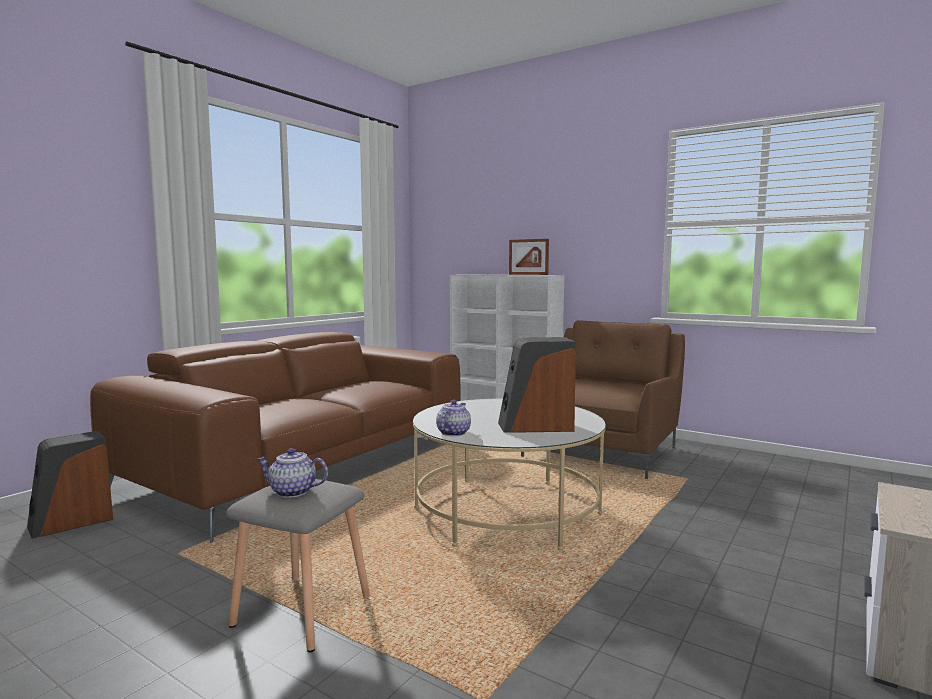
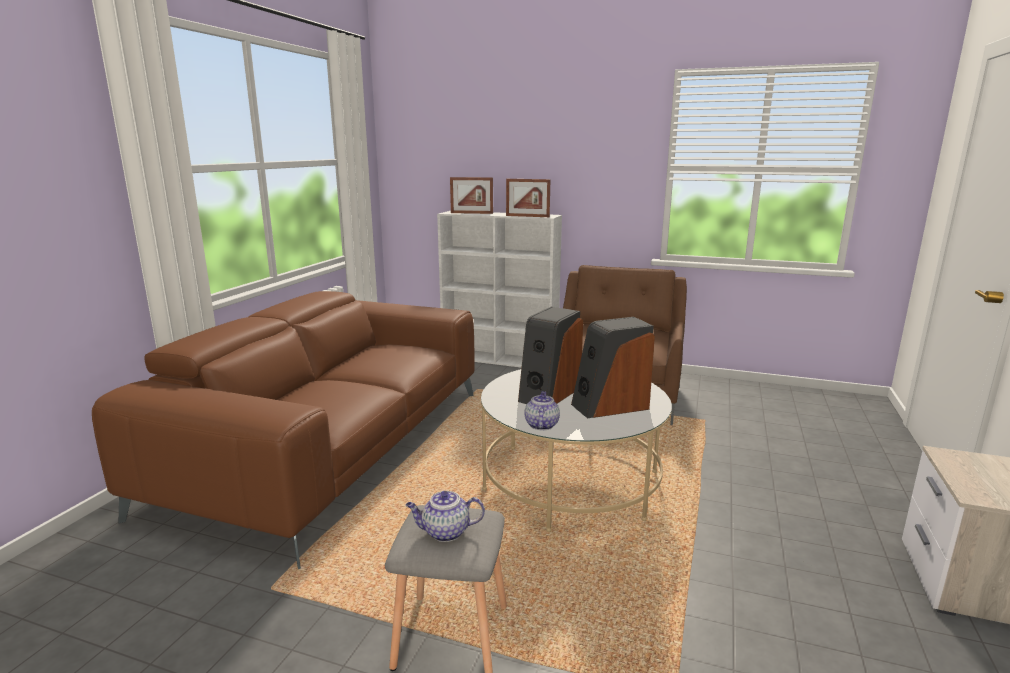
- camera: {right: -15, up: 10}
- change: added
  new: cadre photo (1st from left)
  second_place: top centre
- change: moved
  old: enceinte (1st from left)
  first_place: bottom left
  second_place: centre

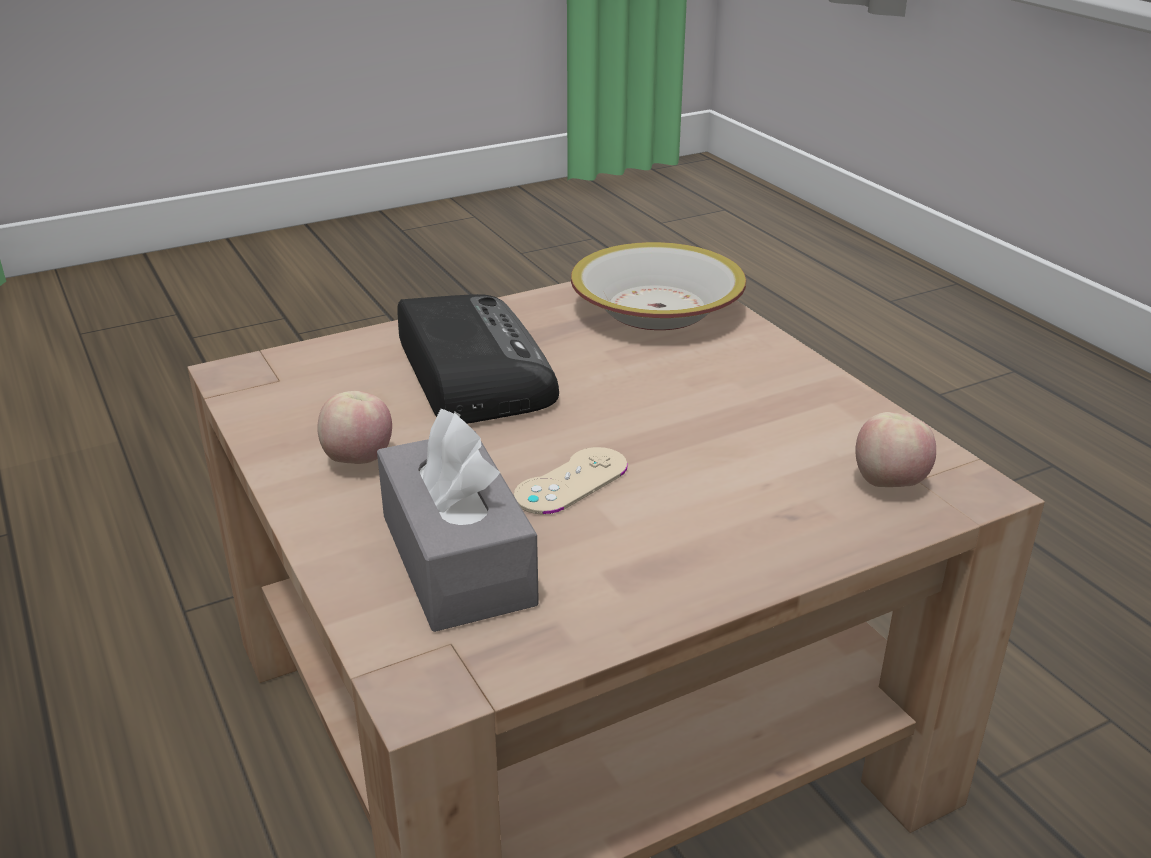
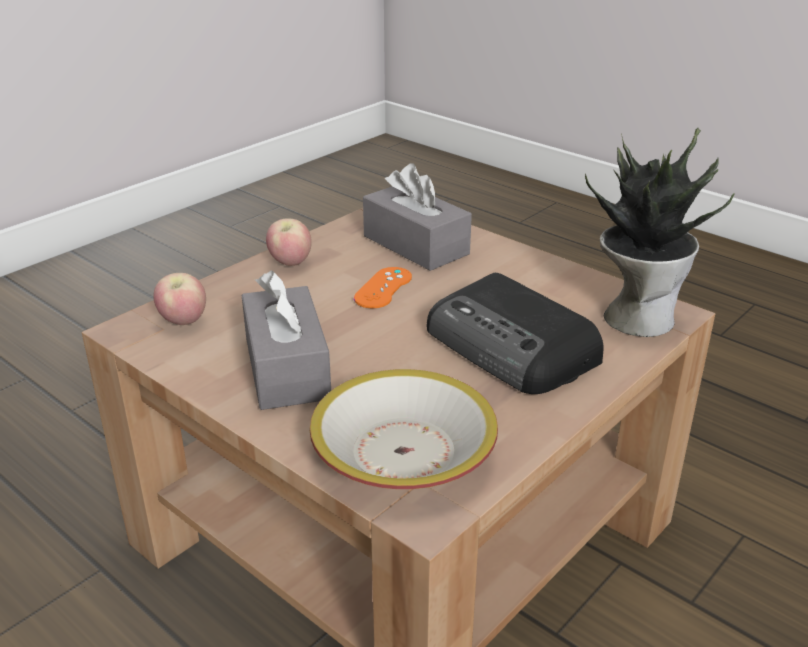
- camera: {right: 160, up: 0}
- change: added
  new: boîte à mouchoirs (gris) (1st from left)
  second_place: centre
- change: moved
  old: pomme (1st from left in the first image)
  new: pomme (2nd from left)
  first_place: middle left
  second_place: centre
- change: recoloured
  old: manette (beige)
  new: manette (orange)
  first_place: centre
  second_place: centre
- change: added
  new: plante en pot
  second_place: middle right

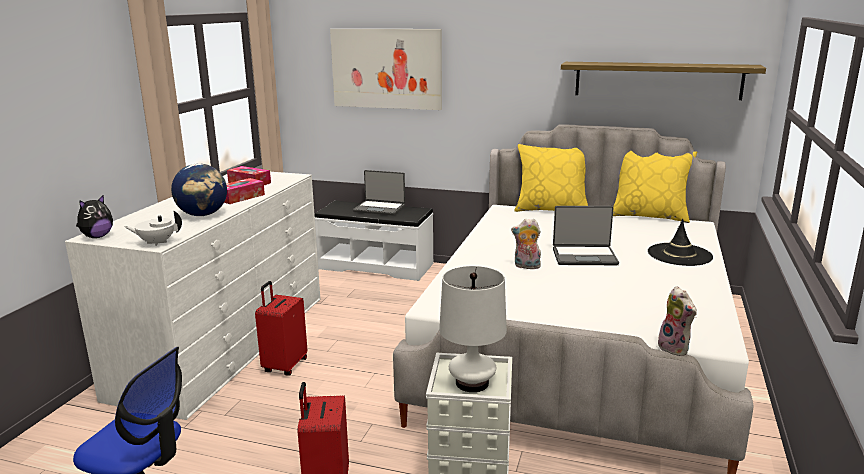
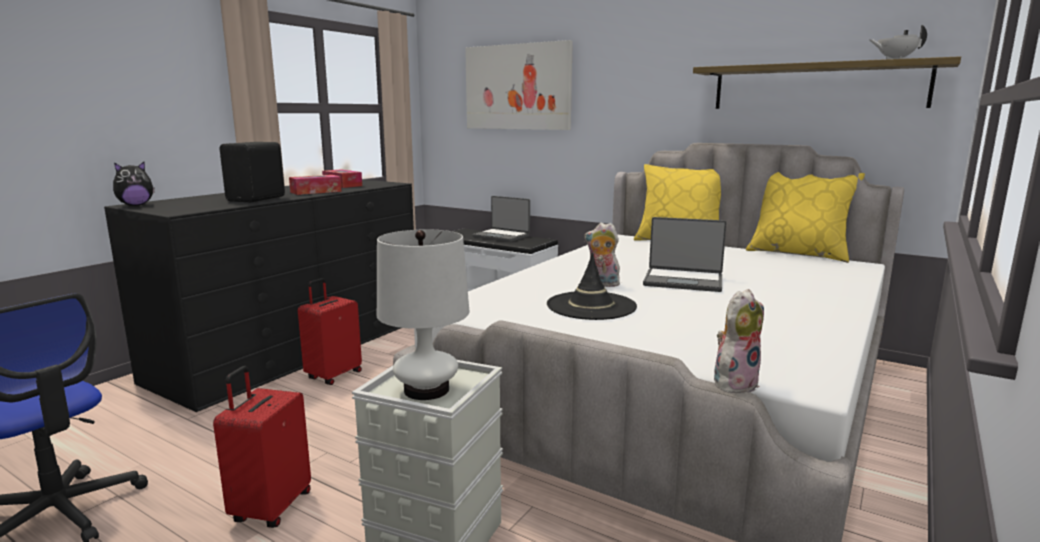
- camera: {right: 15, up: -5}
- change: recoloured
  old: commode (blanc)
  new: commode (noir)
  first_place: middle left
  second_place: middle left
- change: replaced
  old: globe
  new: enceinte (noir)
  first_place: middle left
  second_place: top left
- change: moved
  old: chapeau (noir)
  first_place: middle right
  second_place: centre
- change: turned
  old: peluche (3rd from left)
  first_place: bottom right
  second_place: middle right
  degrees: -120
- change: moved
  old: théière (blanc)
  first_place: middle left
  second_place: top right

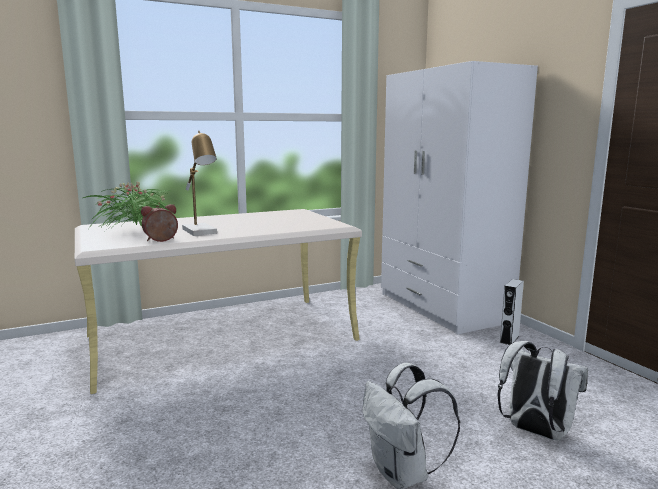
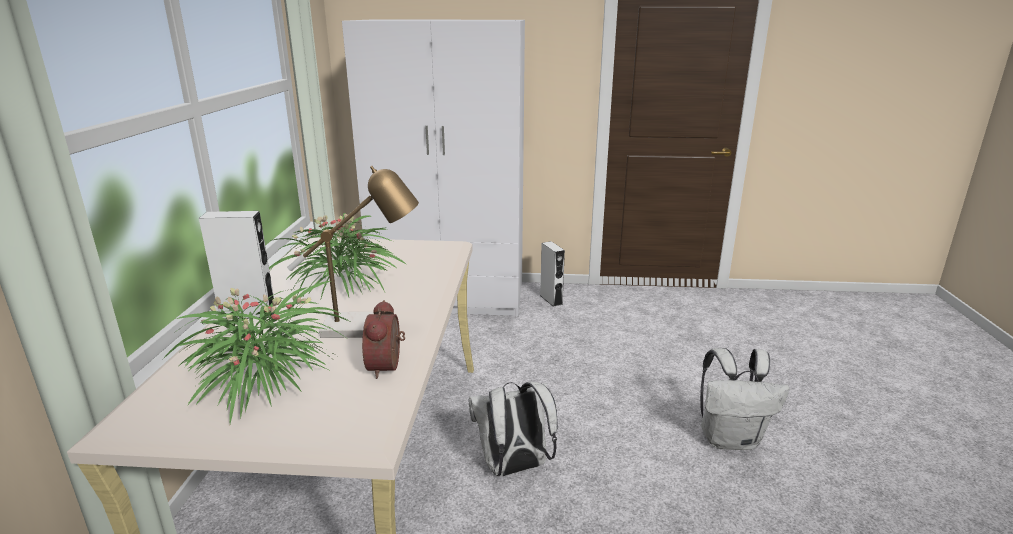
- camera: {right: -60, up: 10}
- change: added
  new: enceinte (blanc) (1st from left)
  second_place: middle left
- change: added
  new: plante en pot (2nd from left)
  second_place: middle left
- change: moved
  old: sac à dos (blanc) (2nd from left in the first image)
  new: sac à dos (blanc) (1st from left)
  first_place: bottom right
  second_place: bottom centre

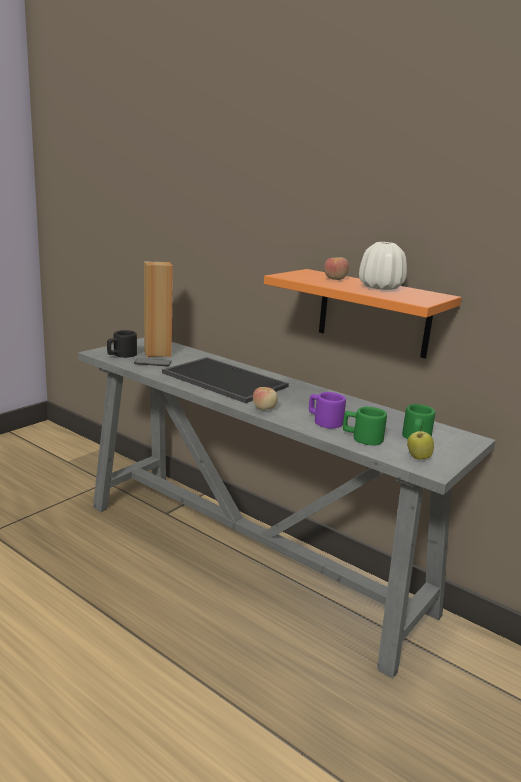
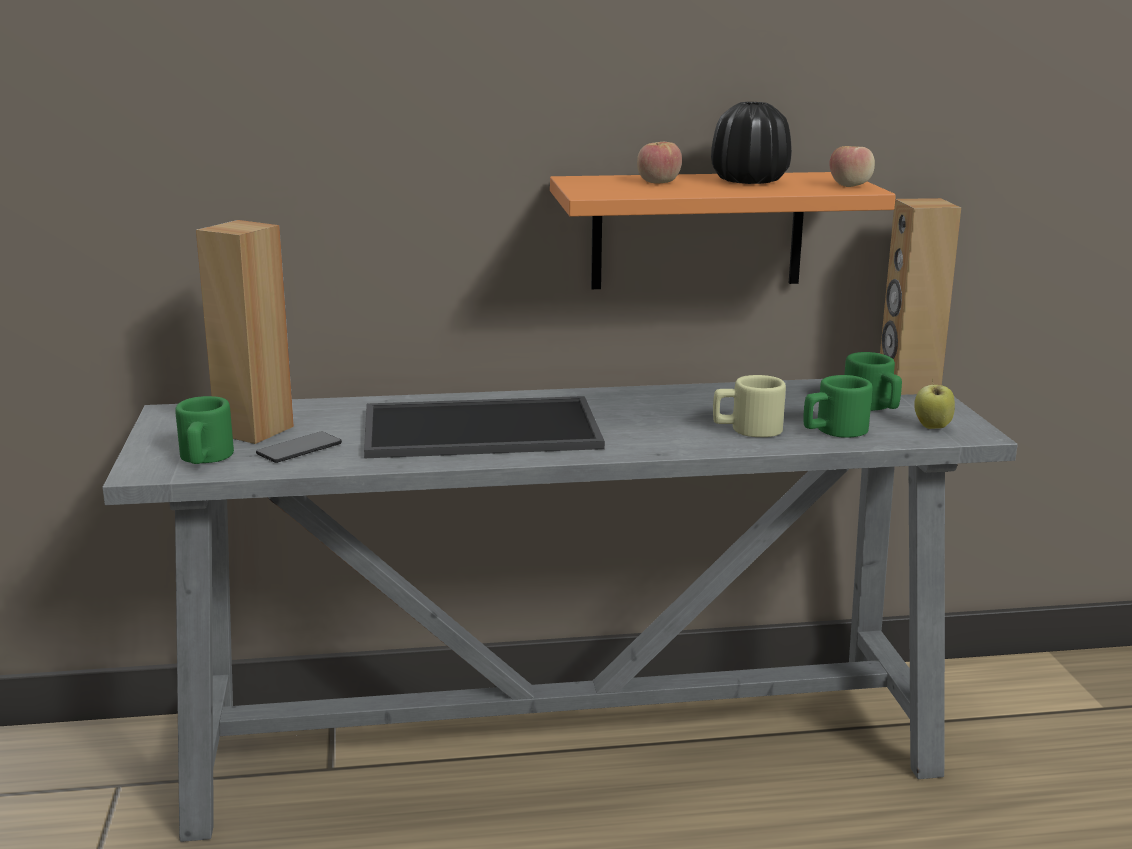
- camera: {right: -45, up: 0}
- change: recoloured
  old: mug (noir)
  new: mug (vert) (1st from left)
  first_place: middle left
  second_place: middle left
- change: recoloured
  old: vase (blanc)
  new: vase (noir)
  first_place: middle right
  second_place: top centre
- change: recoloured
  old: mug (violet)
  new: mug (beige)
  first_place: centre
  second_place: centre
- change: moved
  old: pomme (1st from left in the first image)
  new: pomme (2nd from left)
  first_place: centre
  second_place: top right
- change: added
  new: enceinte (marron) (2nd from left)
  second_place: middle right

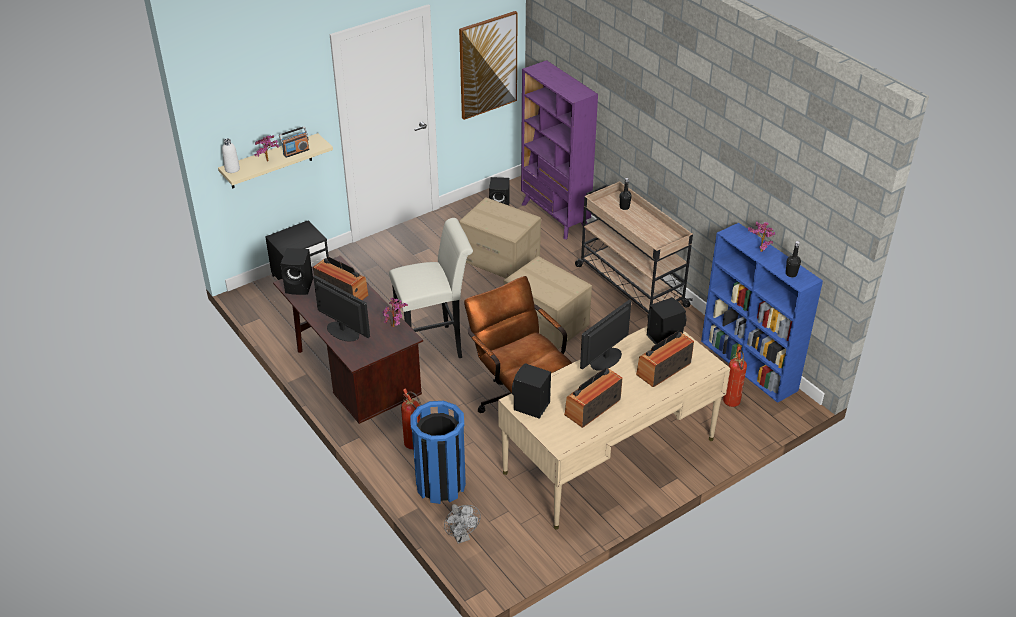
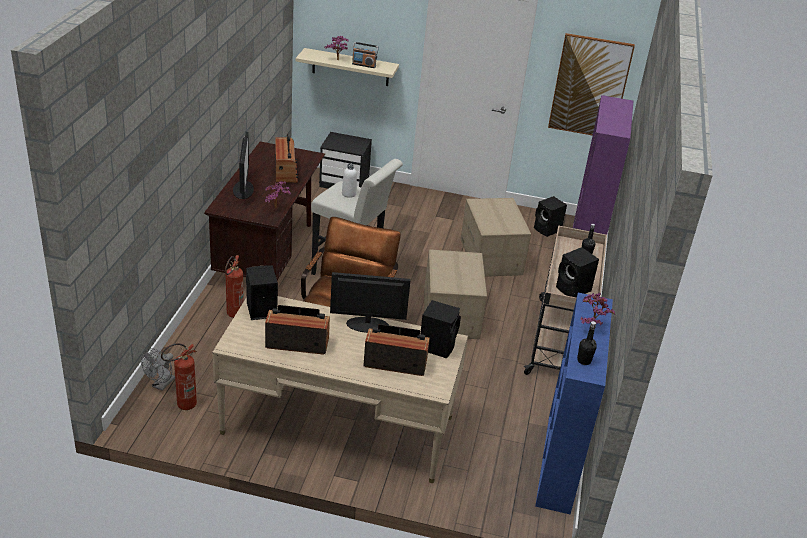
- camera: {right: 45, up: -5}
- change: moved
  old: extincteur (2nd from left in the first image)
  new: extincteur (1st from left)
  first_place: middle right
  second_place: bottom left
- change: moved
  old: bouteille (blanc)
  first_place: top left
  second_place: centre
- change: moved
  old: enceinte (noir) (1st from left in the first image)
  new: enceinte (noir) (4th from left)
  first_place: middle left
  second_place: middle right
- change: removed
  old: poubelle (bleu)
  first_place: bottom centre

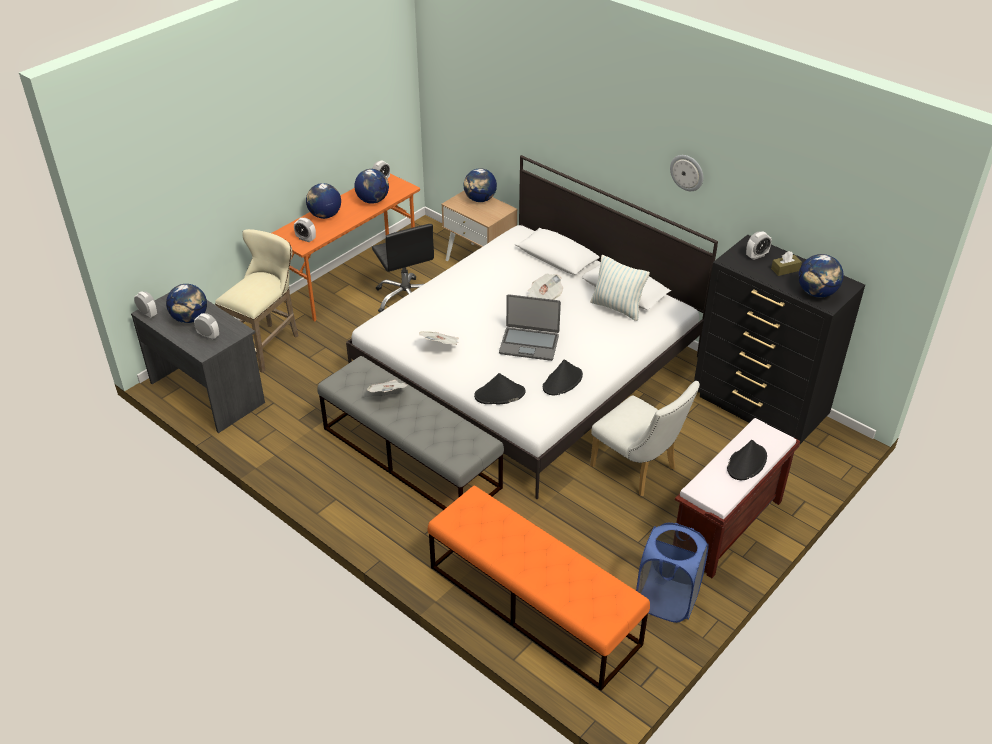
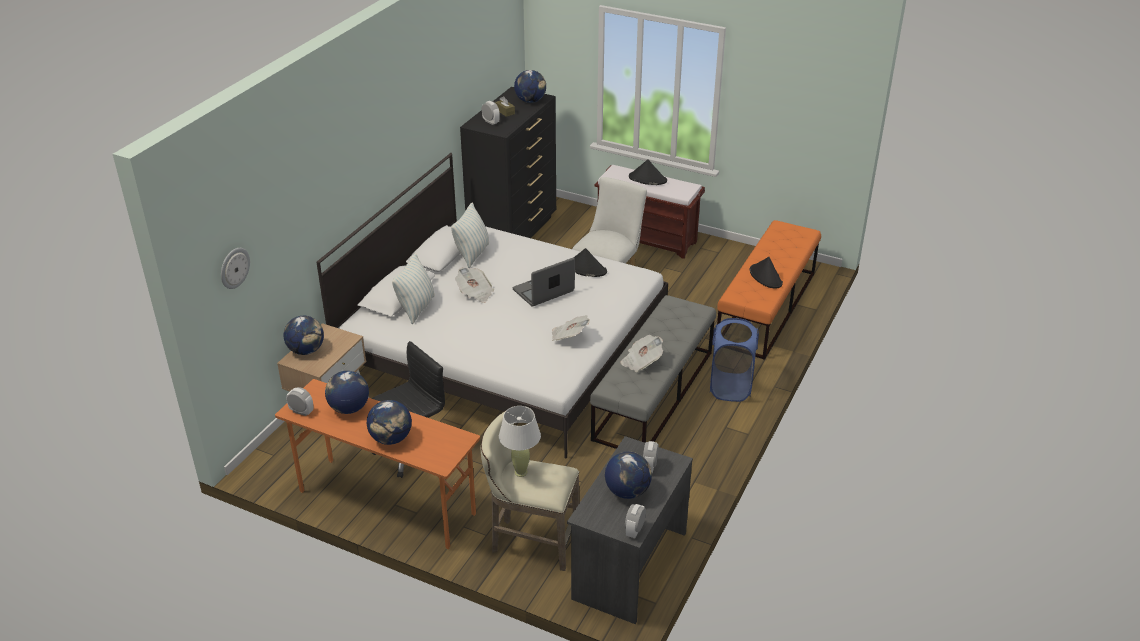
- camera: {right: -105, up: -5}
- change: moved
  old: horloge murale
  first_place: top right
  second_place: middle left
- change: added
  new: coussin (1st from left)
  second_place: centre
- change: added
  new: lampe de table (blanc)
  second_place: bottom centre
- change: turned
  old: ordinateur portable
  first_place: centre
  second_place: centre
  degrees: -120
- change: moved
  old: panier à linge (bleu)
  first_place: bottom right
  second_place: centre
- change: moved
  old: chapeau (noir) (1st from left in the first image)
  new: chapeau (noir) (3rd from left)
  first_place: centre
  second_place: middle right
- change: removed
  old: réveil (3rd from left)
  first_place: top left

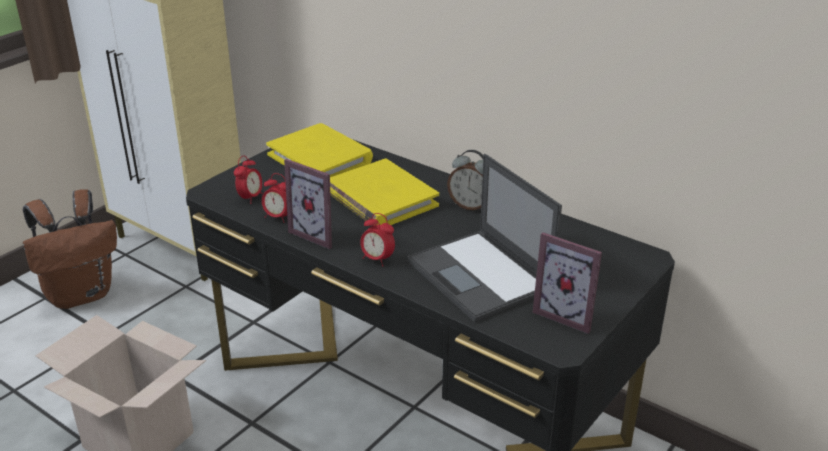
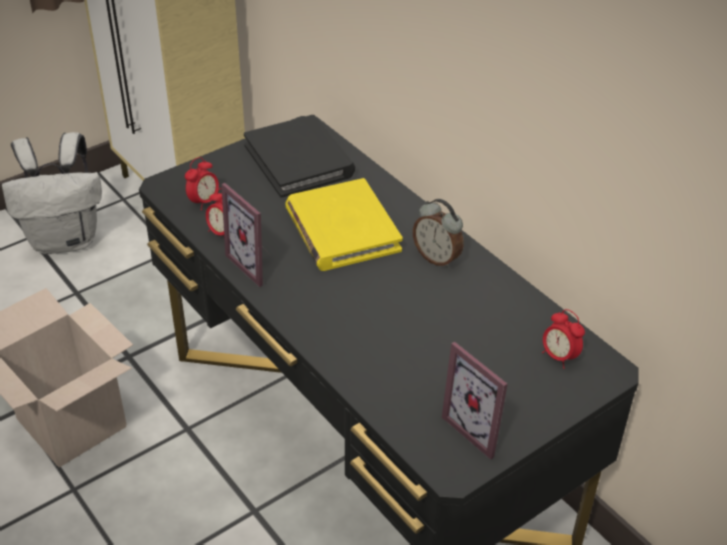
- camera: {right: 15, up: 10}
- change: recoloured
  old: sac à dos (marron)
  new: sac à dos (blanc)
  first_place: middle left
  second_place: middle left
- change: recoloured
  old: livre (jaune) (1st from left)
  new: livre (noir)
  first_place: top centre
  second_place: top centre
- change: moved
  old: réveil (3rd from left in the first image)
  new: réveil (4th from left)
  first_place: centre
  second_place: middle right
- change: removed
  old: ordinateur portable
  first_place: centre

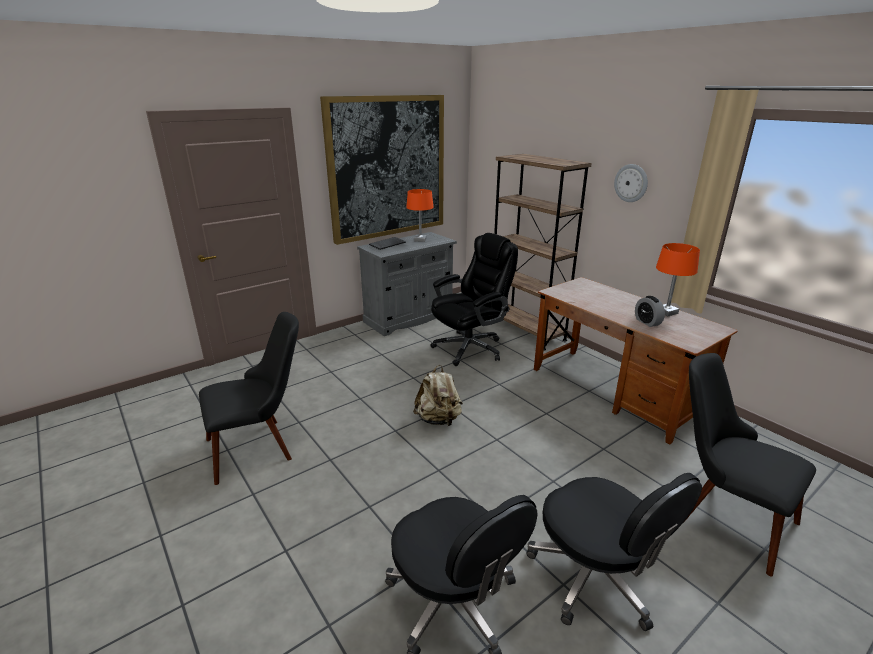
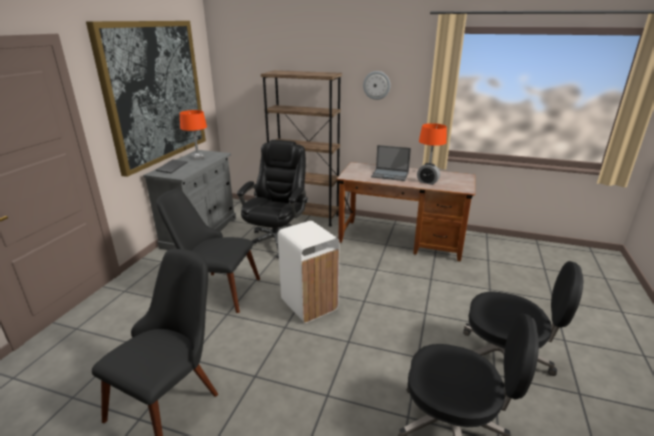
- camera: {right: -35, up: 0}
- change: moved
  old: chaise (noir) (2nd from left)
  first_place: bottom right
  second_place: middle left
- change: replaced
  old: sac à dos (beige)
  new: poubelle (blanc)
  first_place: centre
  second_place: centre
- change: added
  new: ordinateur portable
  second_place: centre

